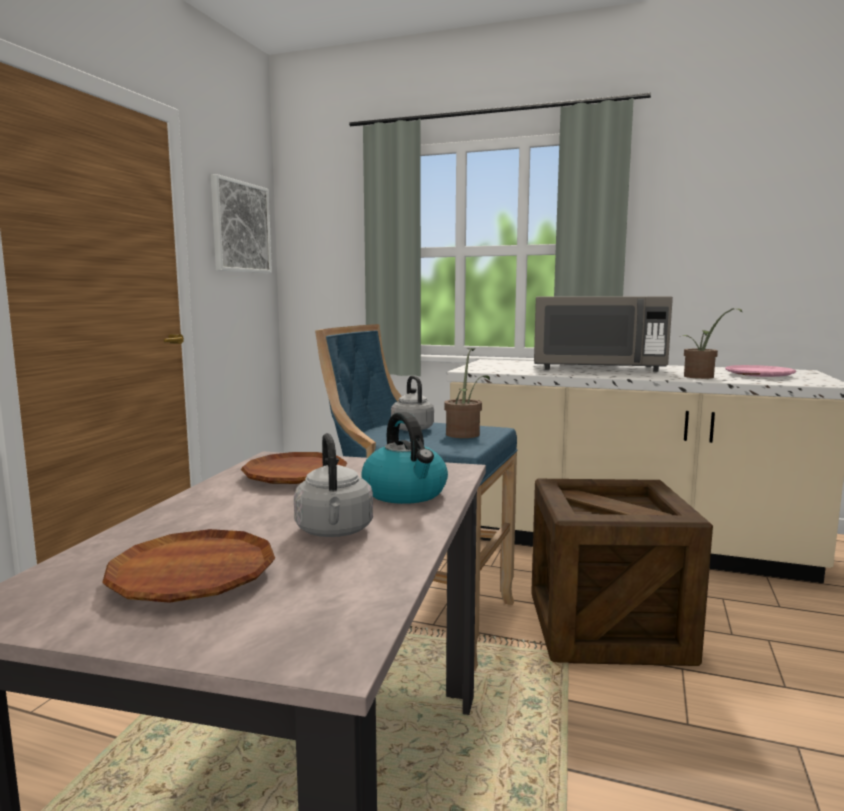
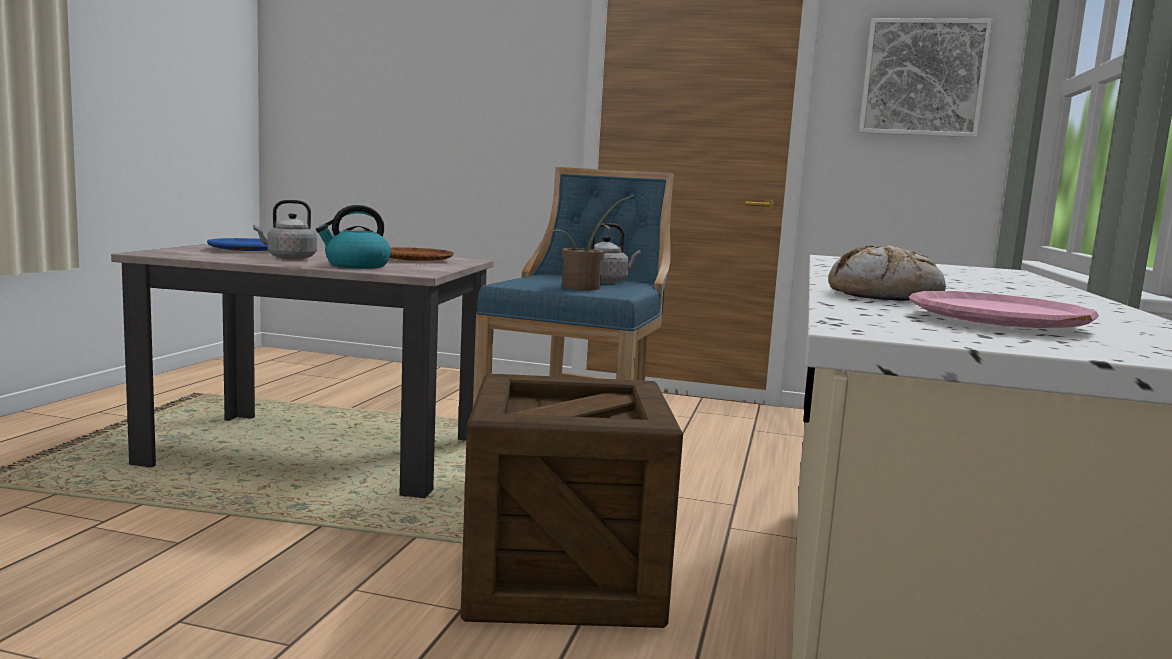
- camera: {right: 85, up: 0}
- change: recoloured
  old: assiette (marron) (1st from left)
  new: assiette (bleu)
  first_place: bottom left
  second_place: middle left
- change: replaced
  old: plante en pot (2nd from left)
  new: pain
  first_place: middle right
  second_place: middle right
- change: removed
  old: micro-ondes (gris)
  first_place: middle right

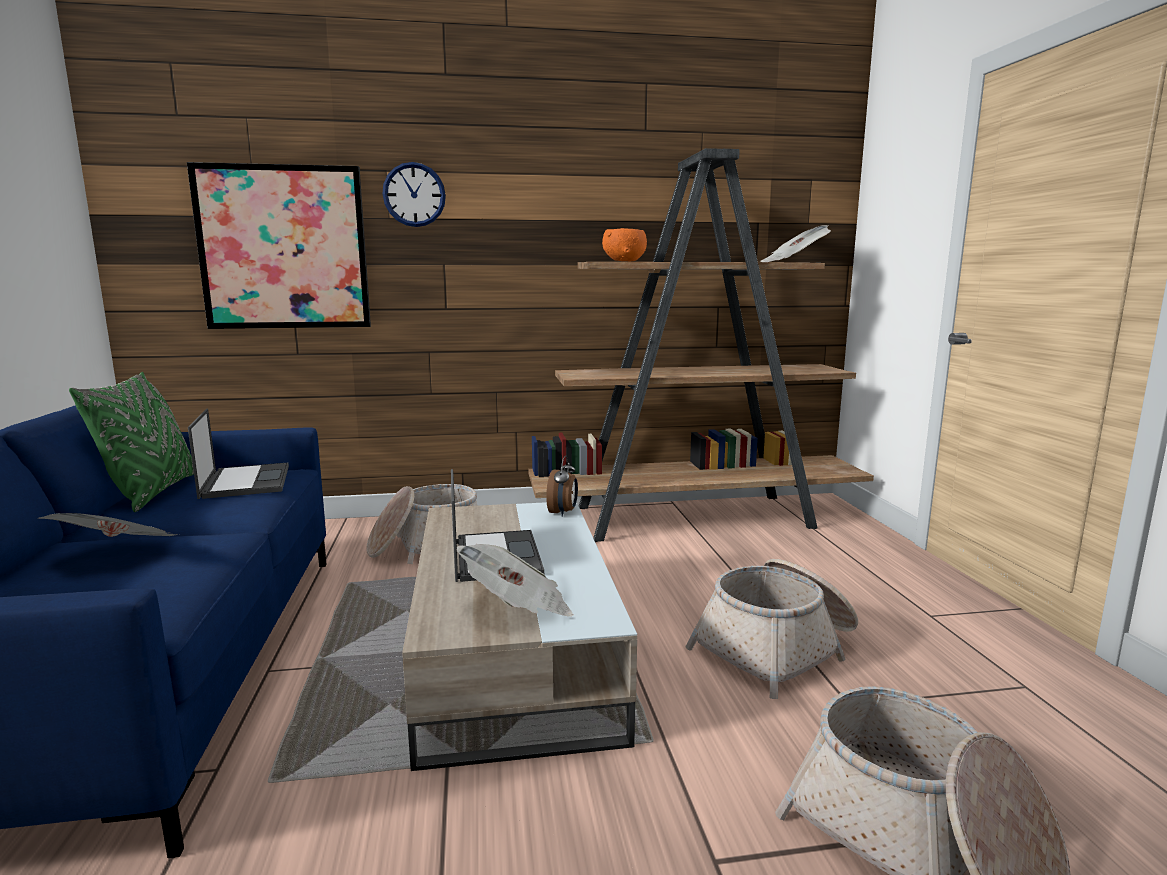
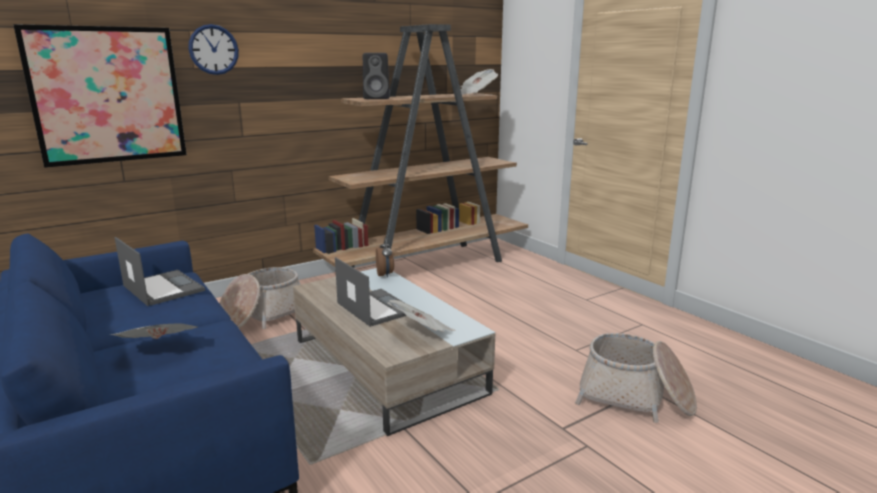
- camera: {right: -25, up: 5}
- change: replaced
  old: bol (orange)
  new: enceinte (noir)
  first_place: top centre
  second_place: top centre
- change: removed
  old: coussin (vert)
  first_place: middle left
- change: removed
  old: panier (2nd from left)
  first_place: bottom centre

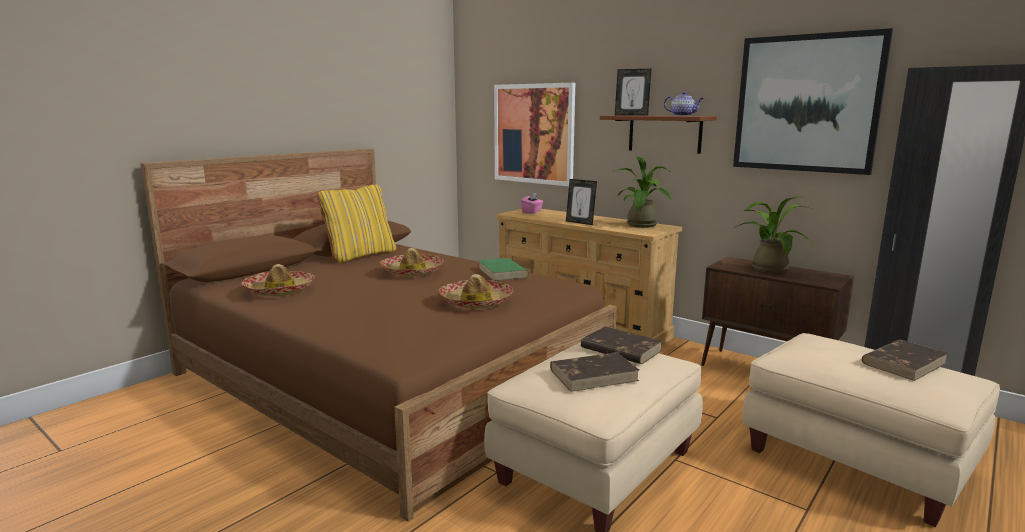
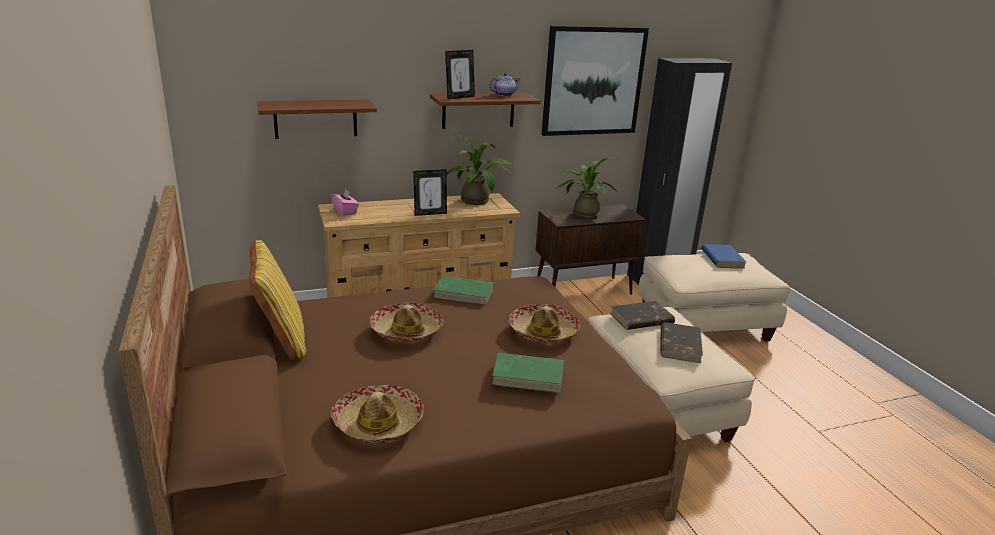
- camera: {right: -60, up: 10}
- change: replaced
  old: tableau (1st from left)
  new: étagère (marron) (1st from left)
  first_place: top centre
  second_place: top left
- change: added
  new: livre (vert) (2nd from left)
  second_place: bottom centre
- change: recoloured
  old: livre (marron) (3rd from left)
  new: livre (bleu)
  first_place: bottom right
  second_place: middle right

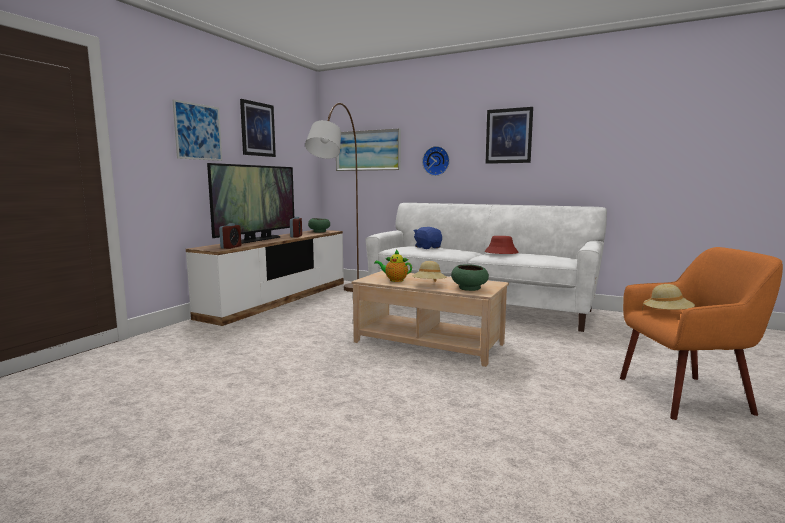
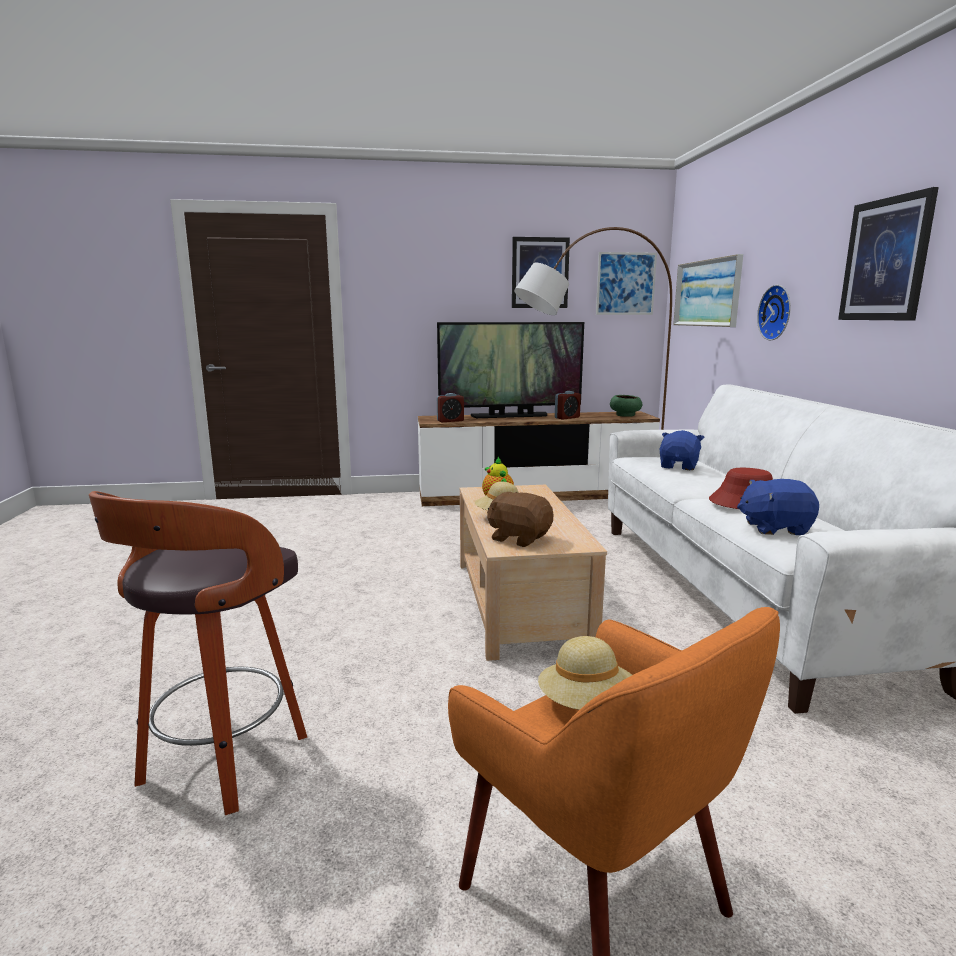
- camera: {right: 55, up: 5}
- change: added
  new: tabouret
  second_place: bottom left
- change: replaced
  old: bol (vert) (2nd from left)
  new: peluche (marron)
  first_place: centre
  second_place: centre
- change: moved
  old: tableau (1st from left in the first image)
  new: tableau (2nd from left)
  first_place: top left
  second_place: top centre
- change: added
  new: peluche (bleu) (2nd from left)
  second_place: middle right

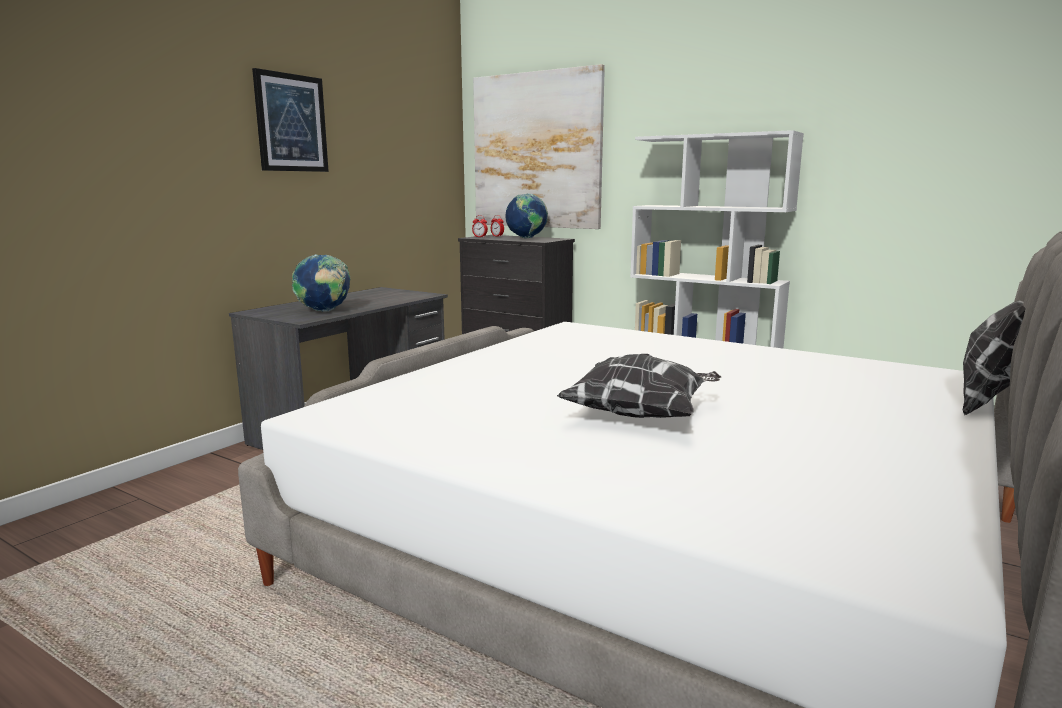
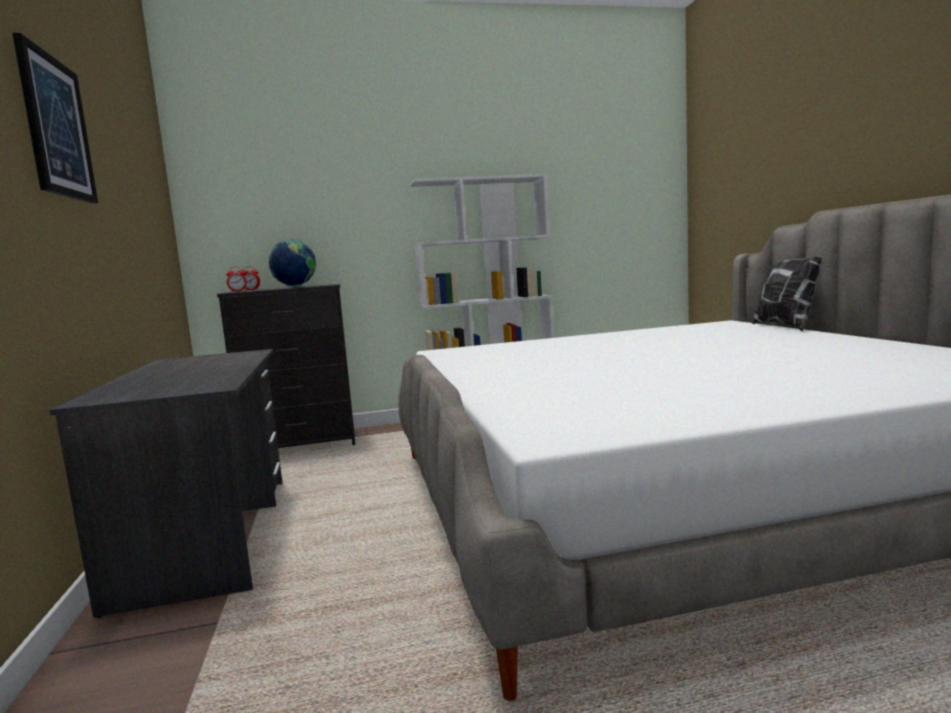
- camera: {right: -45, up: -5}
- change: removed
  old: globe (1st from left)
  first_place: middle left
- change: removed
  old: tableau (2nd from left)
  first_place: top centre
- change: removed
  old: coussin (1st from left)
  first_place: centre

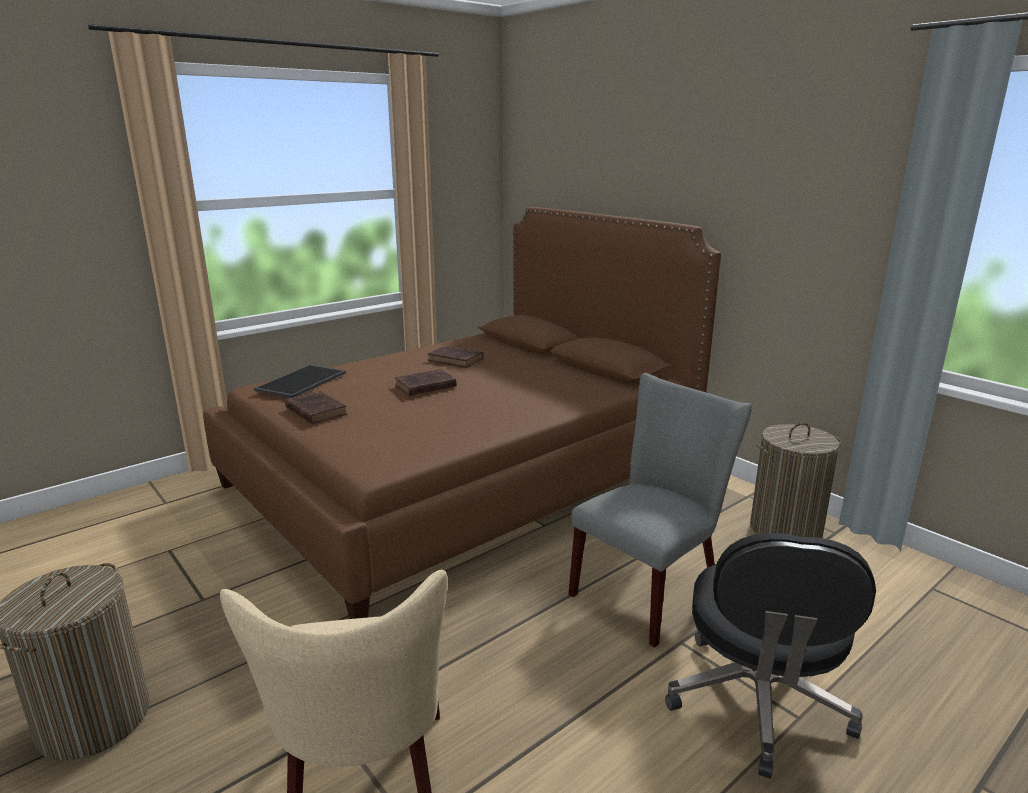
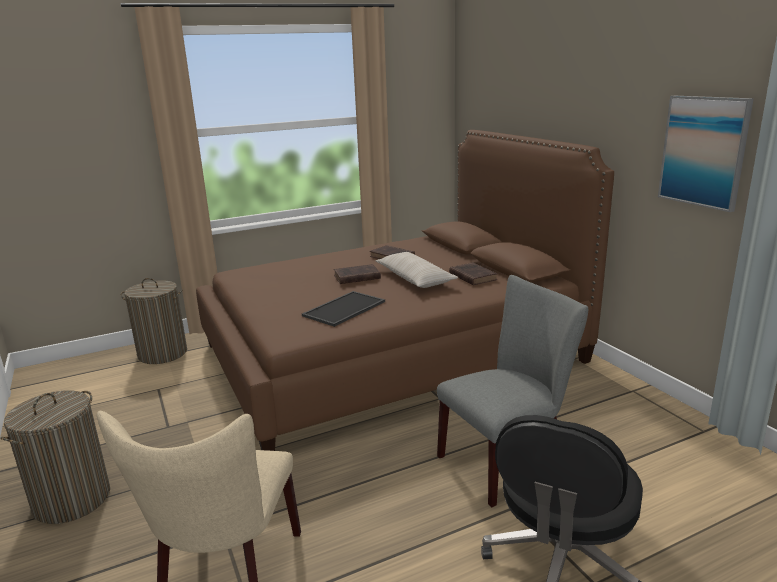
- camera: {right: 15, up: 0}
- change: moved
  old: panier à linge (2nd from left)
  first_place: middle right
  second_place: middle left
- change: moved
  old: plateau
  first_place: middle left
  second_place: centre
- change: added
  new: coussin (beige)
  second_place: centre
- change: moved
  old: livre (marron) (1st from left in the first image)
  new: livre (marron) (3rd from left)
  first_place: middle left
  second_place: centre
- change: added
  new: tableau
  second_place: top right

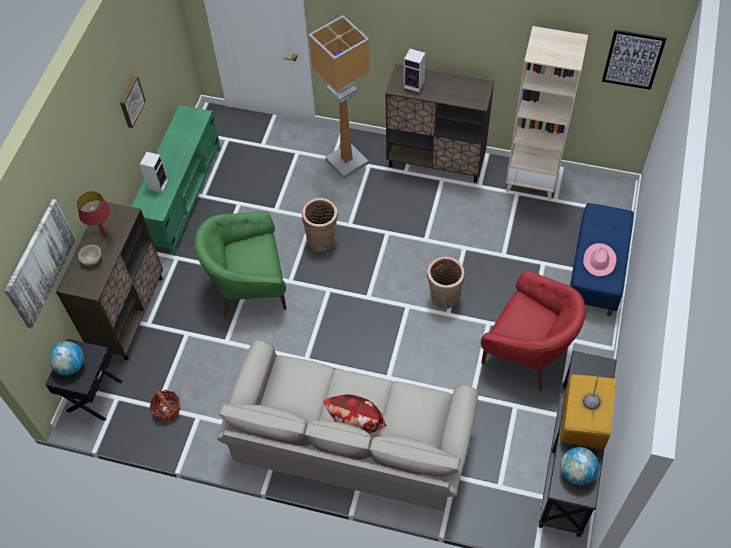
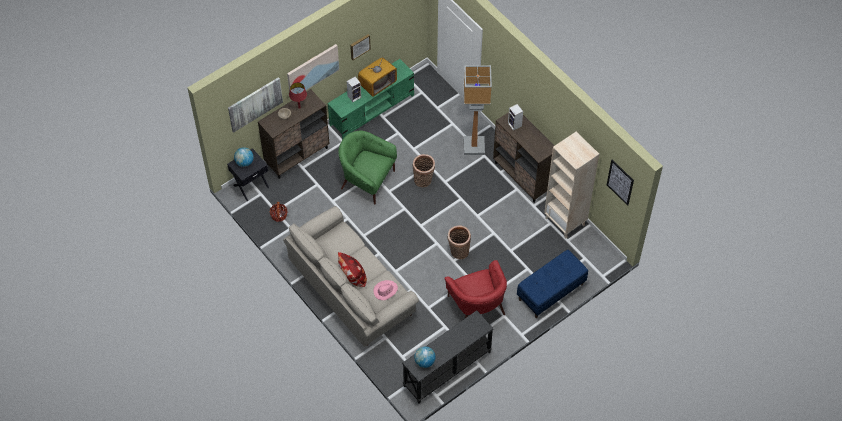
- camera: {right: 35, up: 0}
- change: added
  new: tableau (2nd from left)
  second_place: top centre
- change: moved
  old: téléviseur
  first_place: bottom right
  second_place: top centre
- change: moved
  old: chapeau (rose)
  first_place: middle right
  second_place: bottom centre

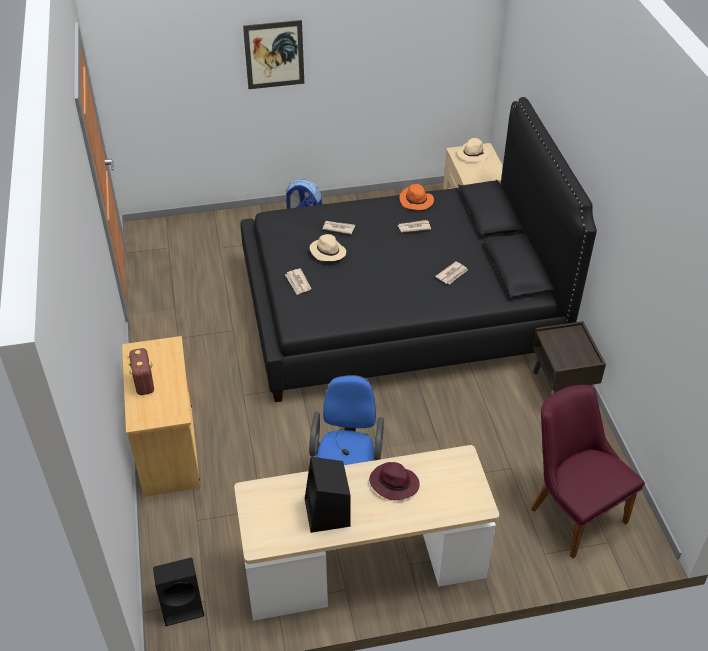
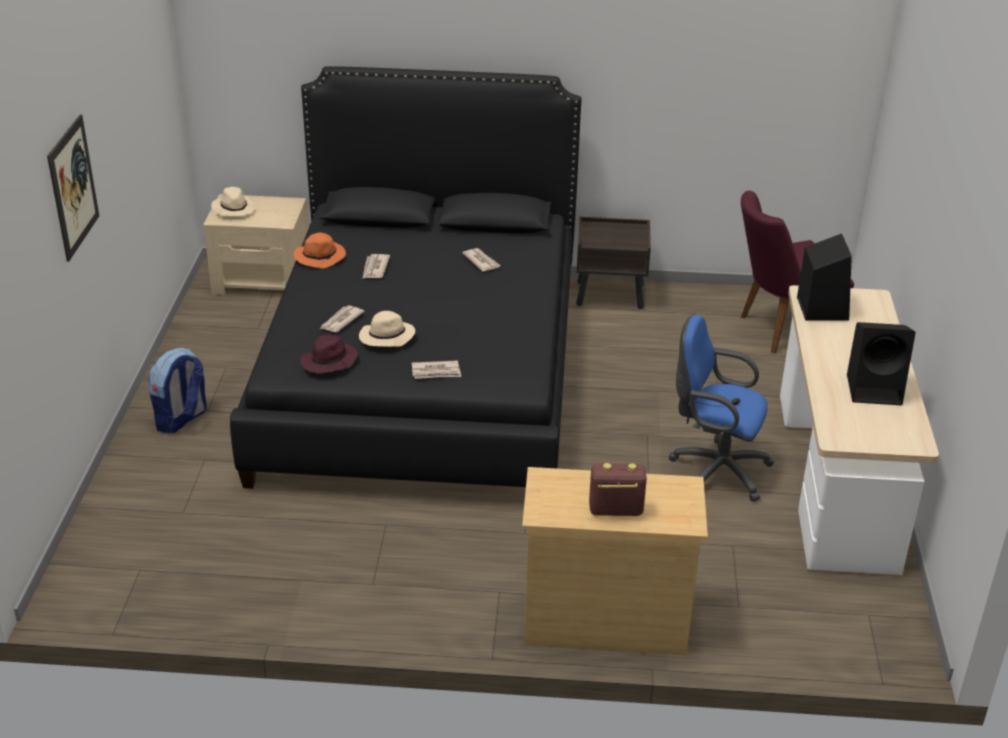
- camera: {right: -75, up: -10}
- change: moved
  old: chapeau (violet)
  first_place: bottom centre
  second_place: middle left
- change: moved
  old: enceinte (noir) (1st from left)
  first_place: bottom left
  second_place: middle right

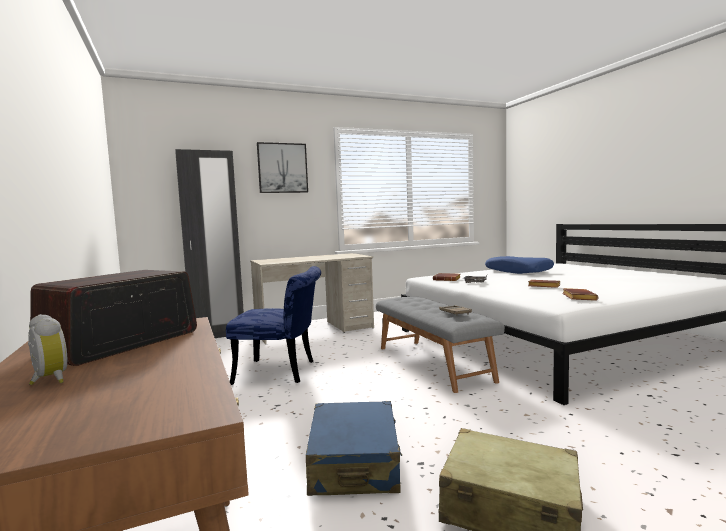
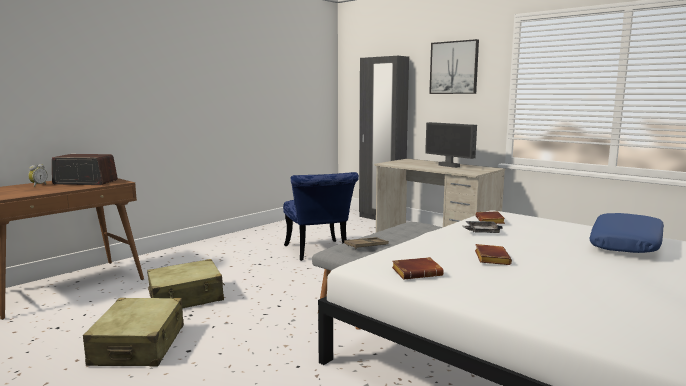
- camera: {right: 65, up: 5}
- change: recoloured
  old: valise (bleu)
  new: valise (beige) (2nd from left)
  first_place: bottom centre
  second_place: bottom left
- change: added
  new: écran d'ordinateur
  second_place: centre

